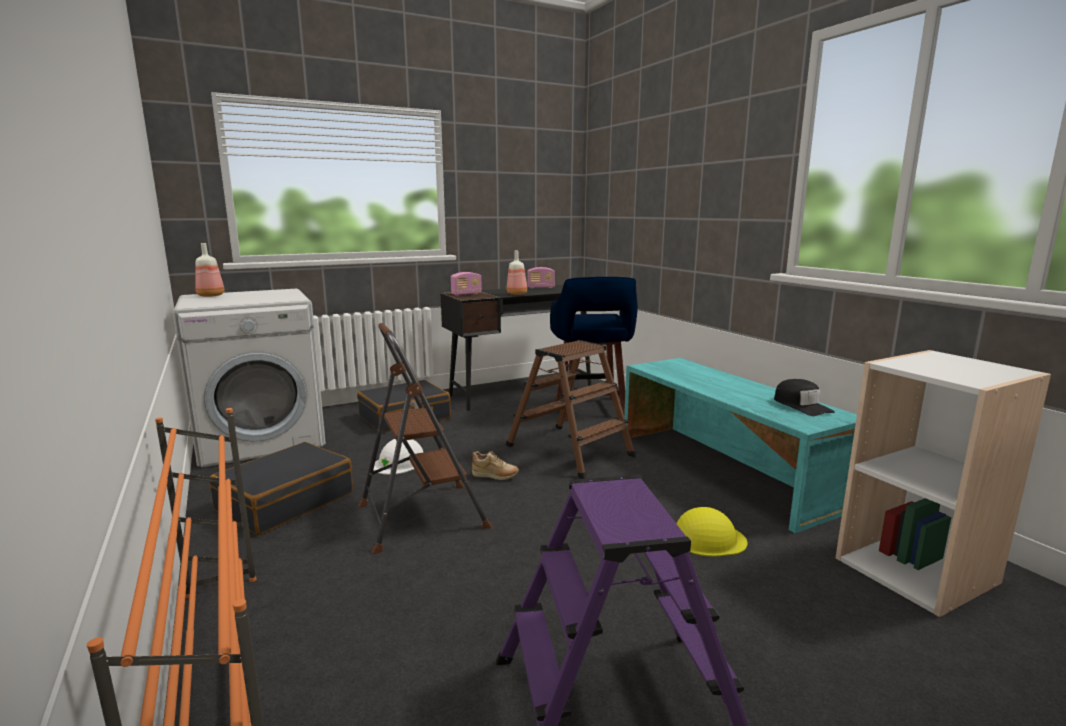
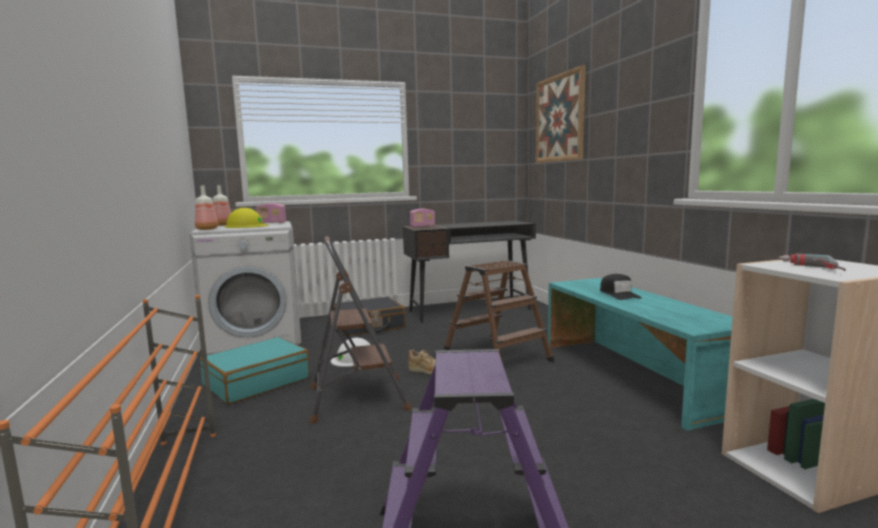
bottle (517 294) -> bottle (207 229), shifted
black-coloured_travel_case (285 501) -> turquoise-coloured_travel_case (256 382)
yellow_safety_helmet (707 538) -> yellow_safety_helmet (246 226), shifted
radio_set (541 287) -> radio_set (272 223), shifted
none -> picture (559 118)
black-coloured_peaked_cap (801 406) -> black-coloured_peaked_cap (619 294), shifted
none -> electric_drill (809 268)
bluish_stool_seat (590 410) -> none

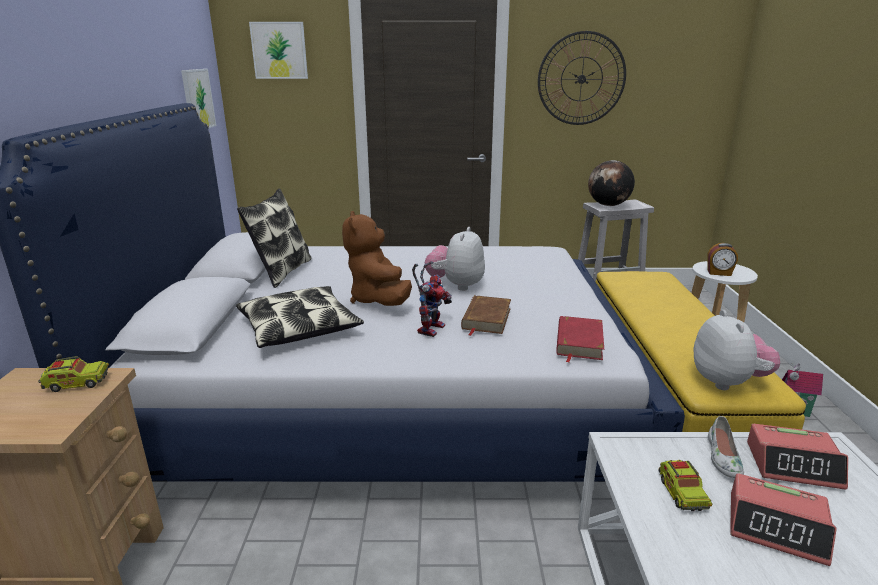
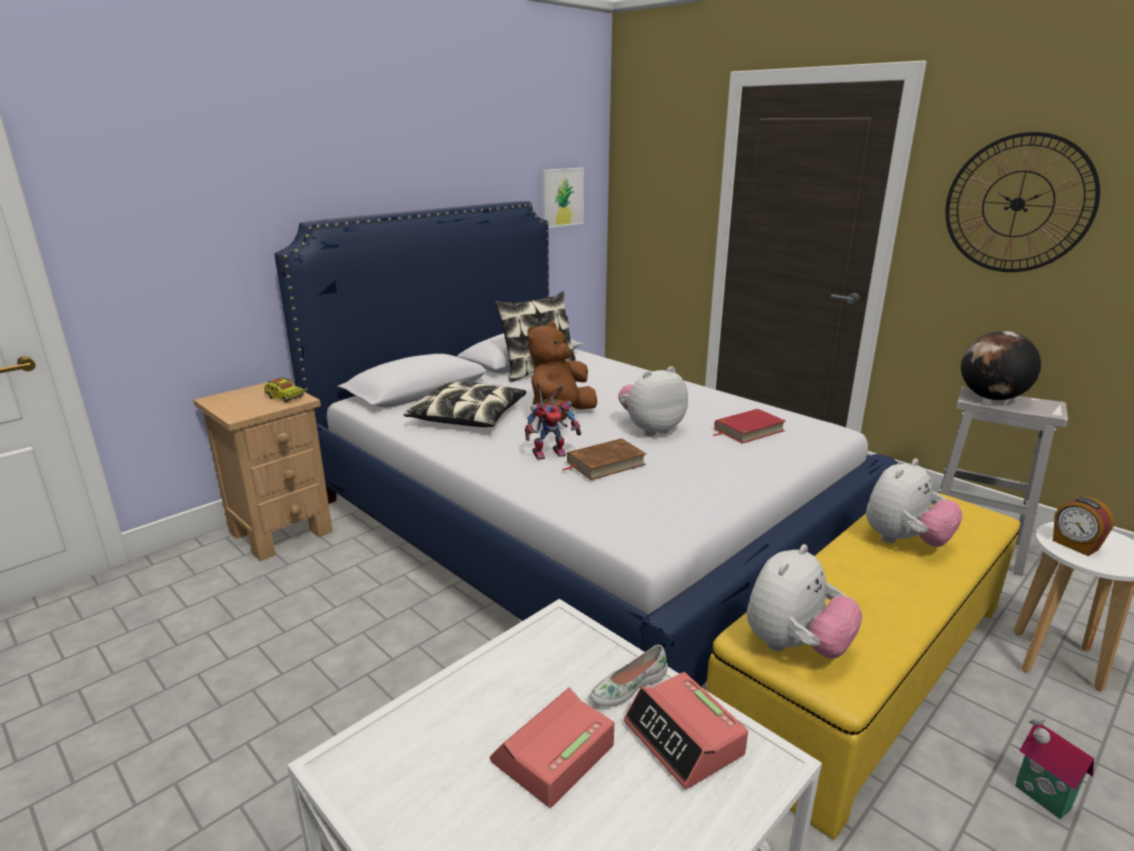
alarm_clock (776 527) -> alarm_clock (553 755), 60 degrees clockwise
reddish_volume (578 342) -> reddish_volume (748 430), shifted
none -> cuddly_toy (904 541)
picture (279 50) -> none
model_truck (681 493) -> none

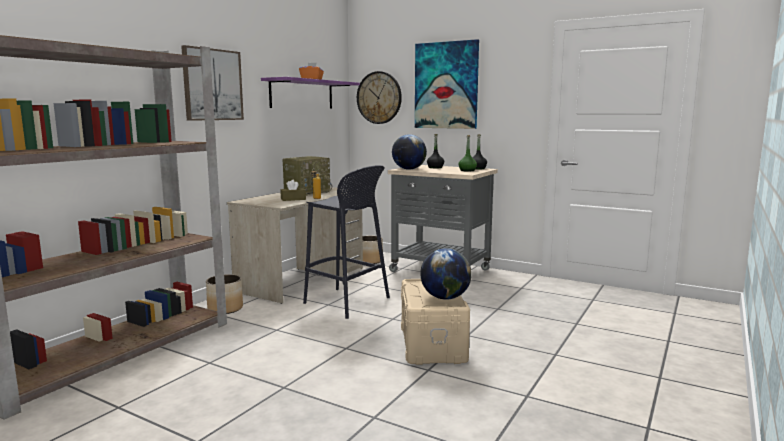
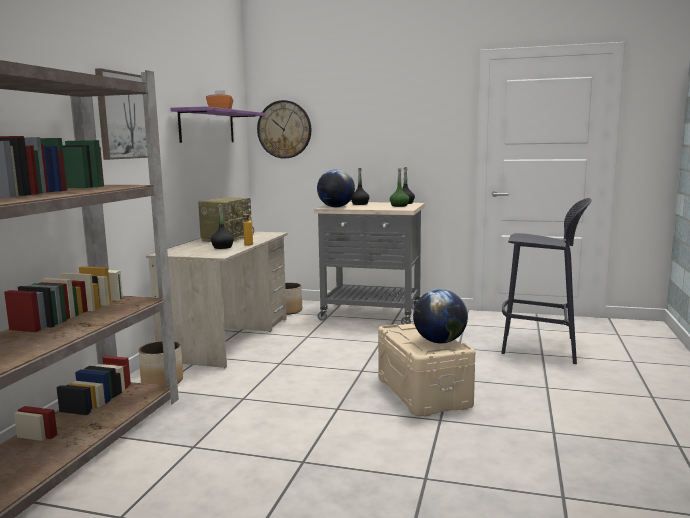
brown-coloured_tissue_box (293 199) -> black-coloured_bottle (222 247)
gray_stool_seat (346 302) -> gray_stool_seat (541 347), shifted
picture (446 85) -> none

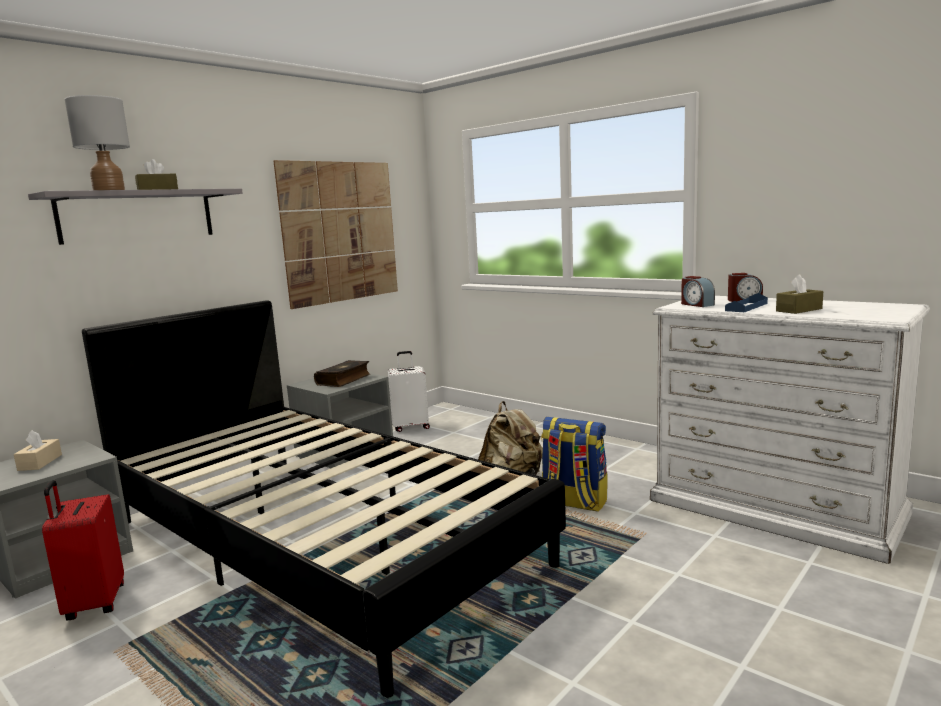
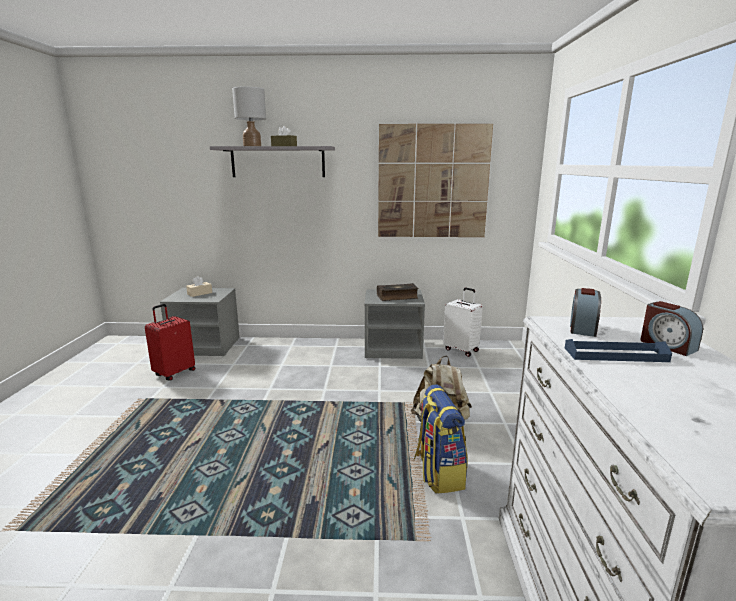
black-coloured_bedroom_bed (317 541) -> none
brown-coloured_tissue_box (799 310) -> none

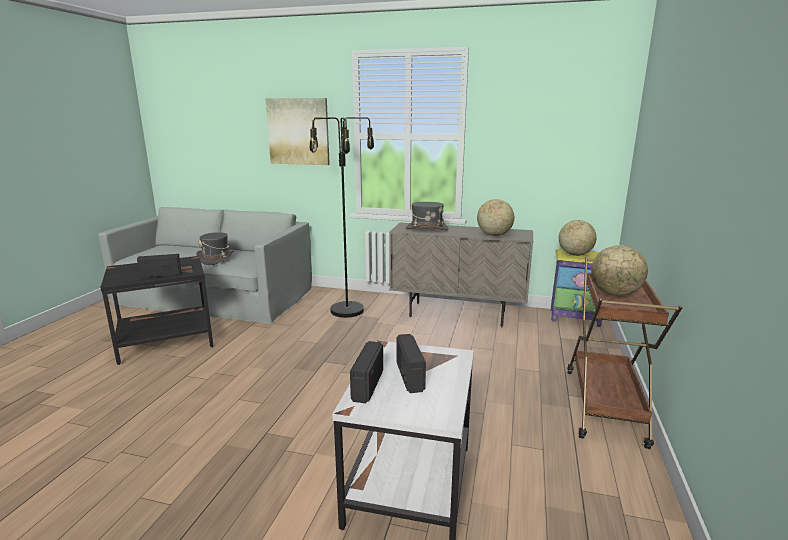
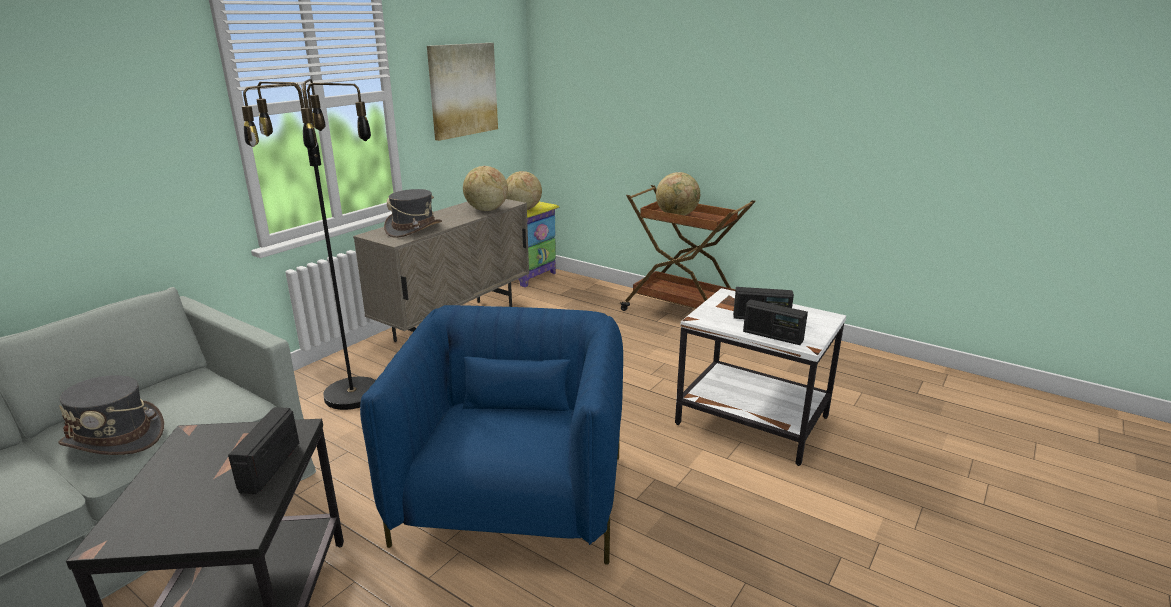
none -> bluish_easy_chair (514 499)
picture (298 131) -> picture (463 90), shifted

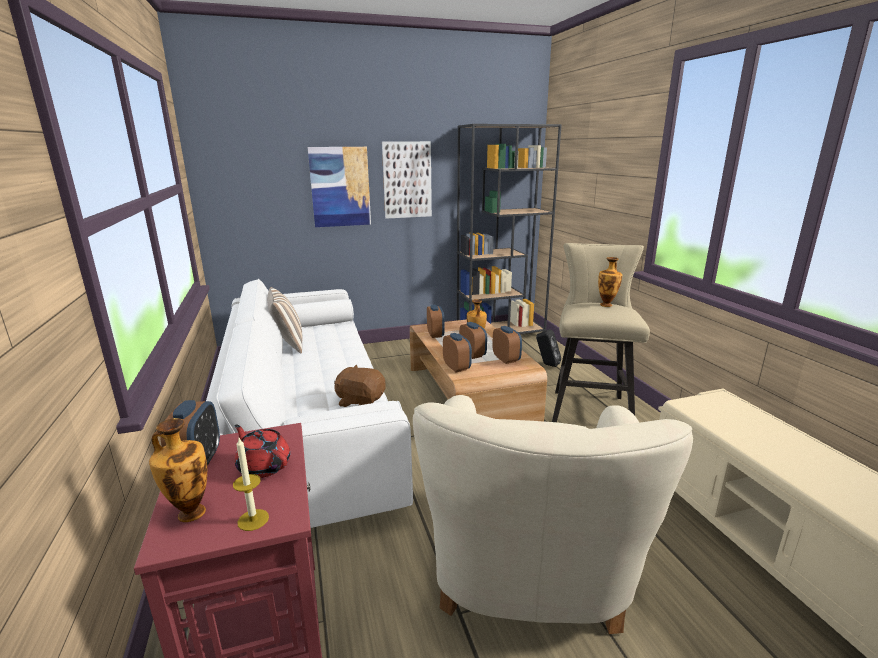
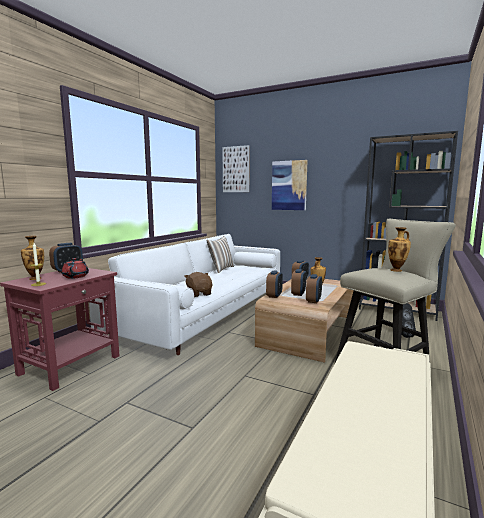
picture (407 180) -> picture (236 169), shifted
sand-coloured_easy_chair (529 571) -> none

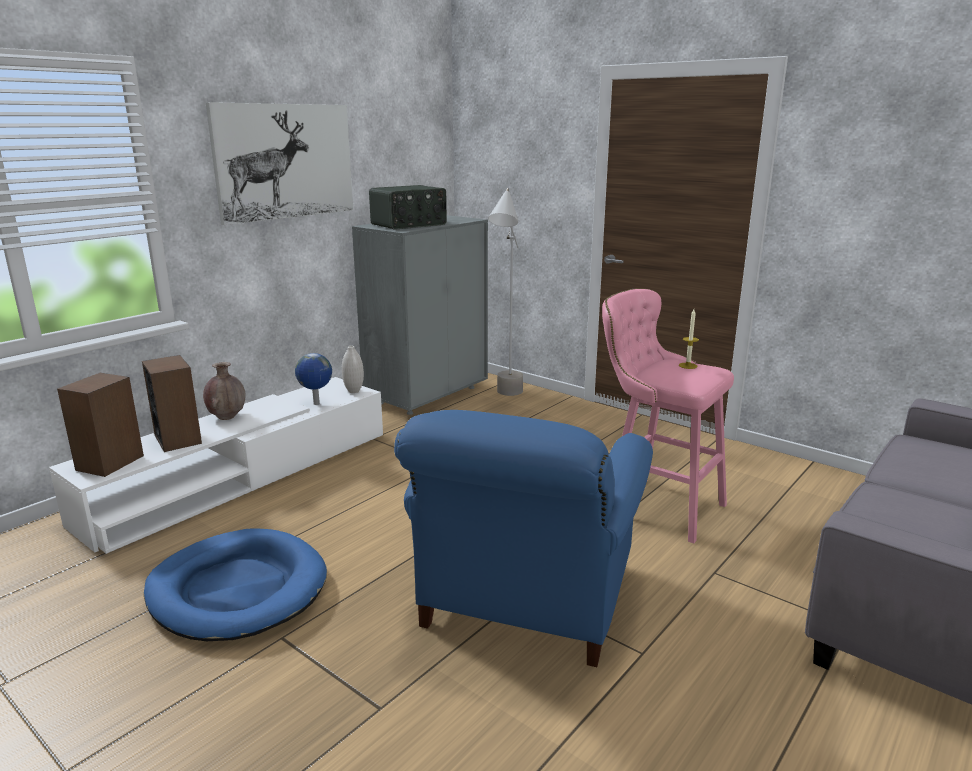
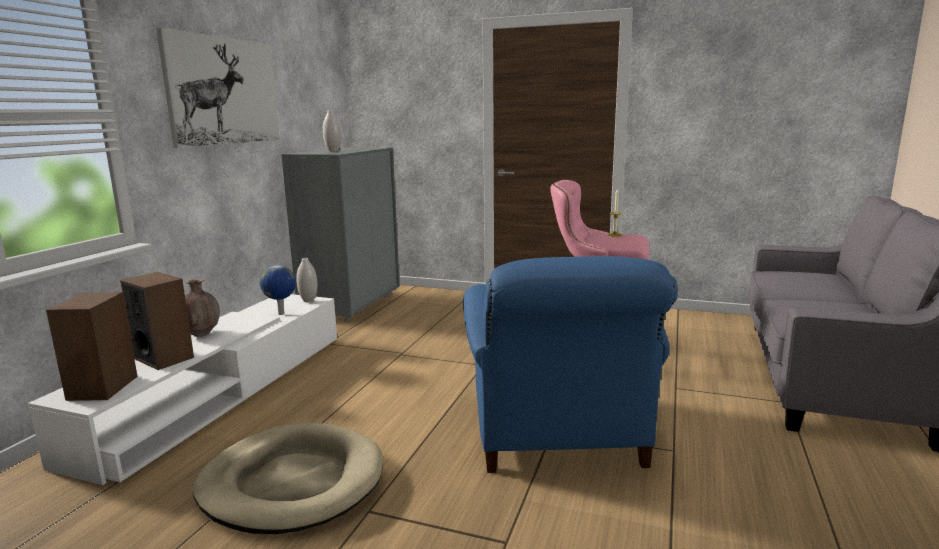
bluish_dog_cushion (238 589) -> sand-coloured_dog_cushion (292 483)
radio_set (409 224) -> white-coloured_vase (333 151)
gray_standing_lamp (506 399) -> none

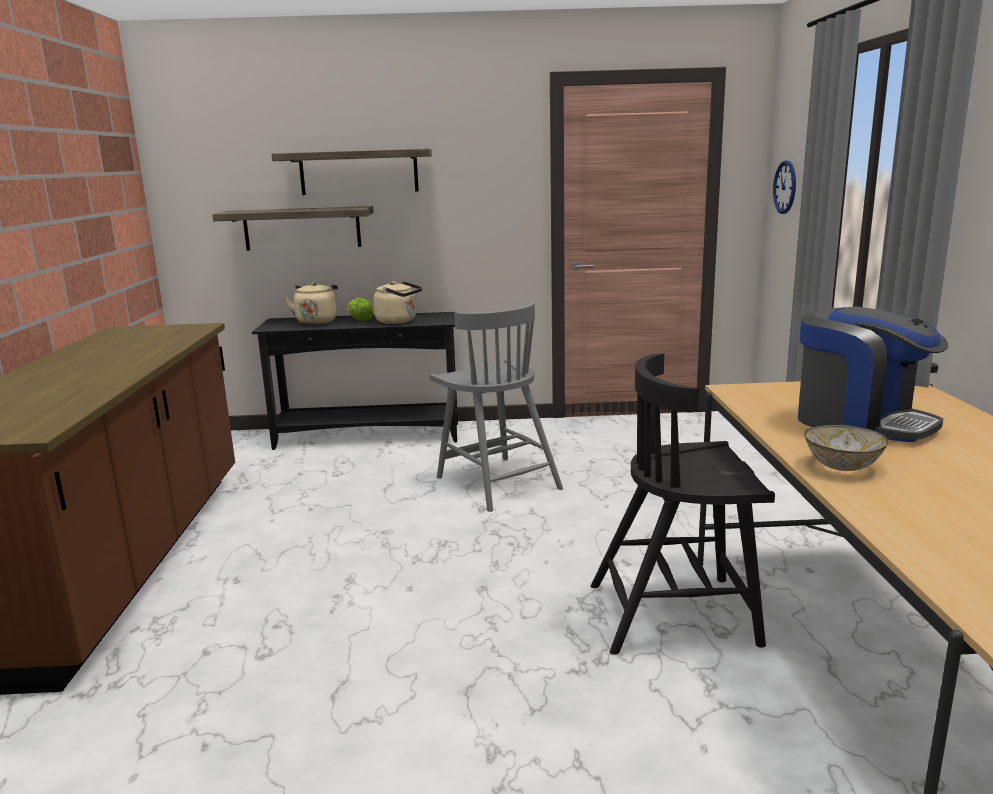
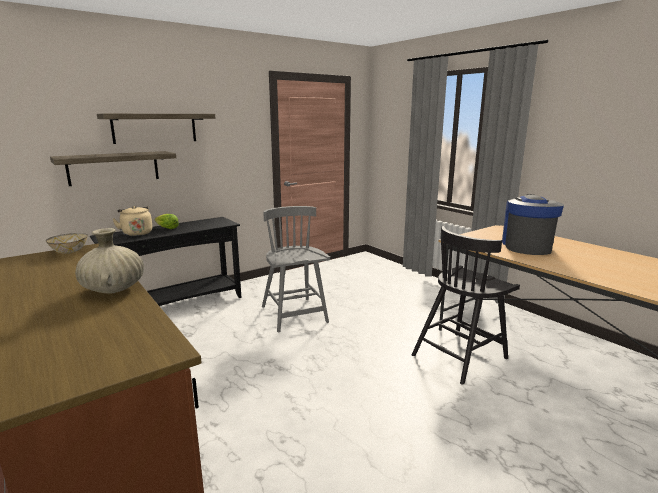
deep_dish (841 466) -> deep_dish (69 252), shifted
none -> sand-coloured_vase (113 289)
gray_upright_chair (496 482) -> gray_upright_chair (294 315), 135 degrees counterclockwise
coffee_machine (861 423) -> coffee_machine (526 246), 90 degrees counterclockwise
sand-coloured_water_kettle (399 321) -> none
clock_on_the_wall (785 187) -> none

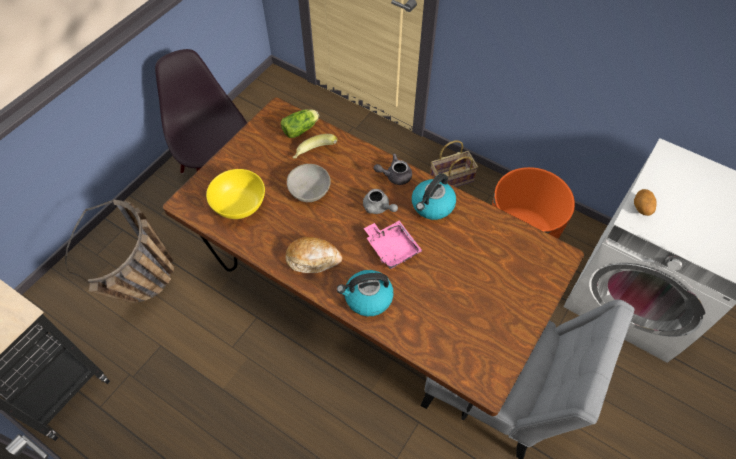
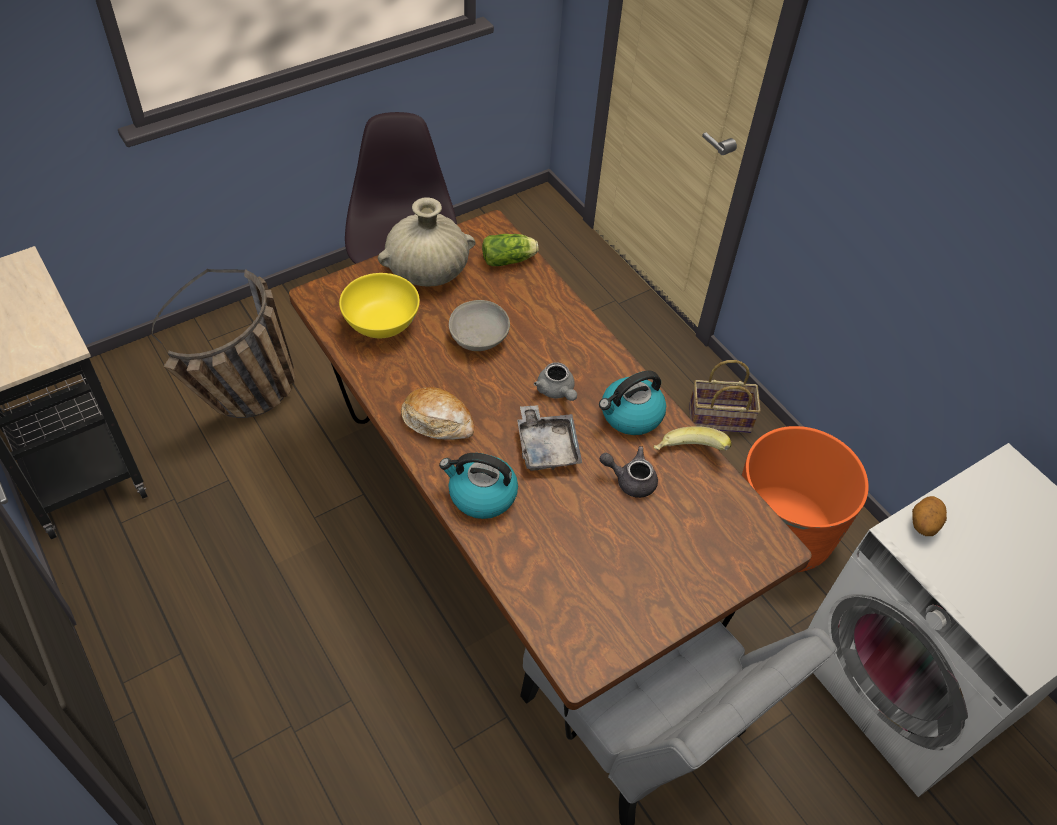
none -> sand-coloured_vase (427 271)
pinkish_serving_tray (392 248) -> gray_serving_tray (547 446)
gray_pot_for_tea (394 176) -> gray_pot_for_tea (630 480), shifted
whole_banana (315 155) -> whole_banana (688 455), shifted

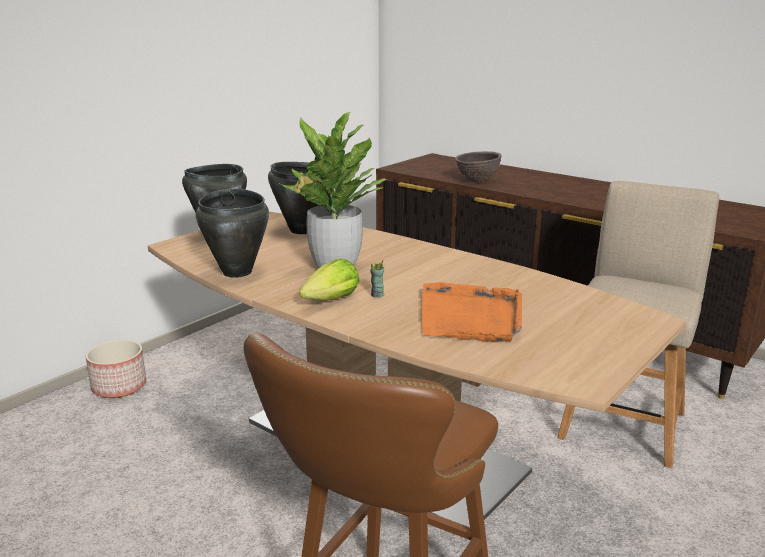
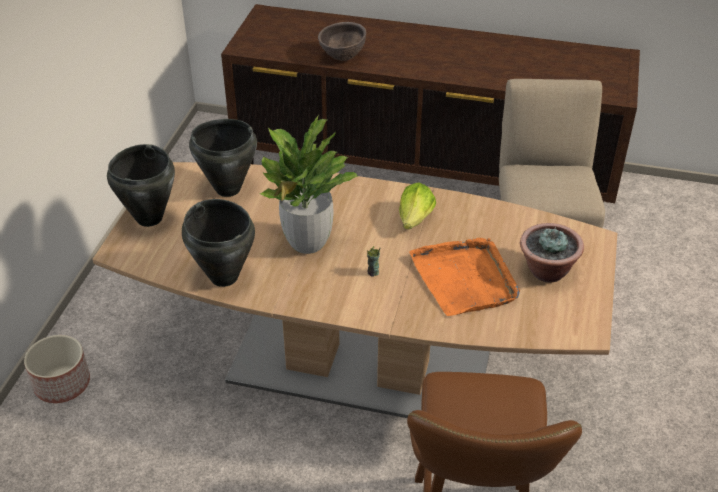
lettuce (332 300) -> lettuce (415 219), shifted
none -> potted_plant (546 271)

